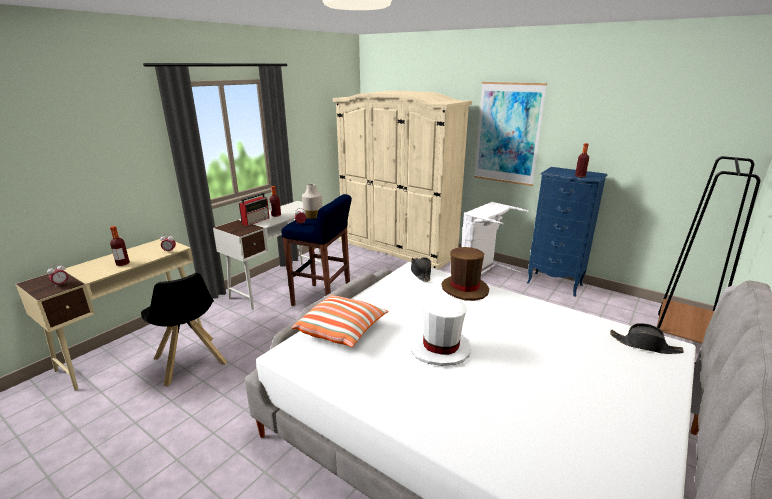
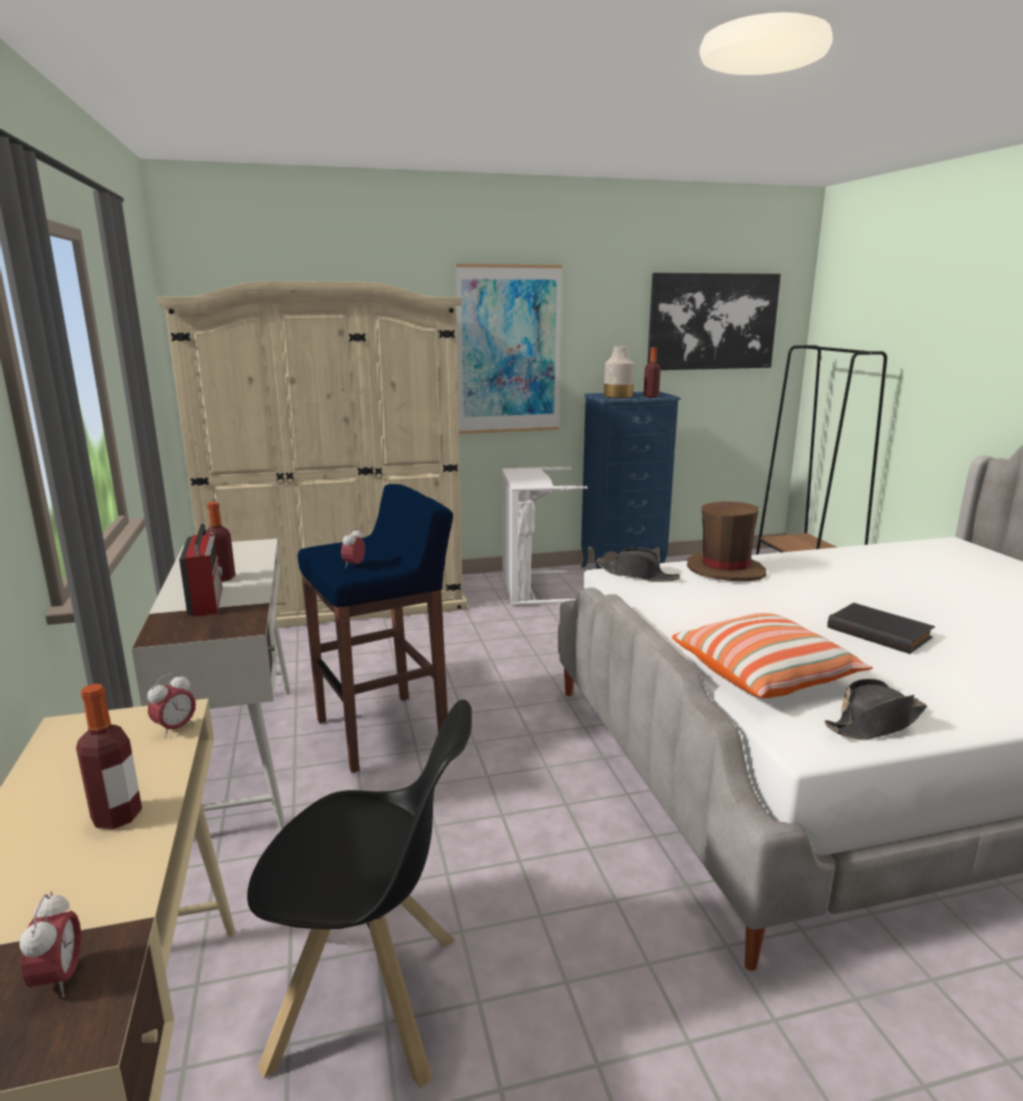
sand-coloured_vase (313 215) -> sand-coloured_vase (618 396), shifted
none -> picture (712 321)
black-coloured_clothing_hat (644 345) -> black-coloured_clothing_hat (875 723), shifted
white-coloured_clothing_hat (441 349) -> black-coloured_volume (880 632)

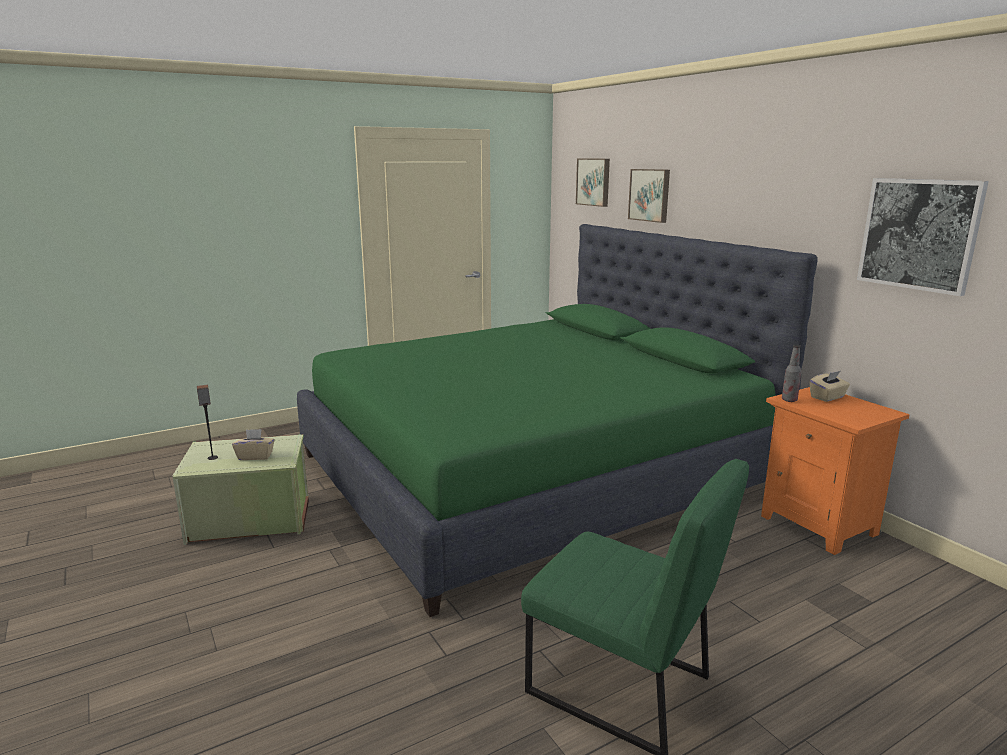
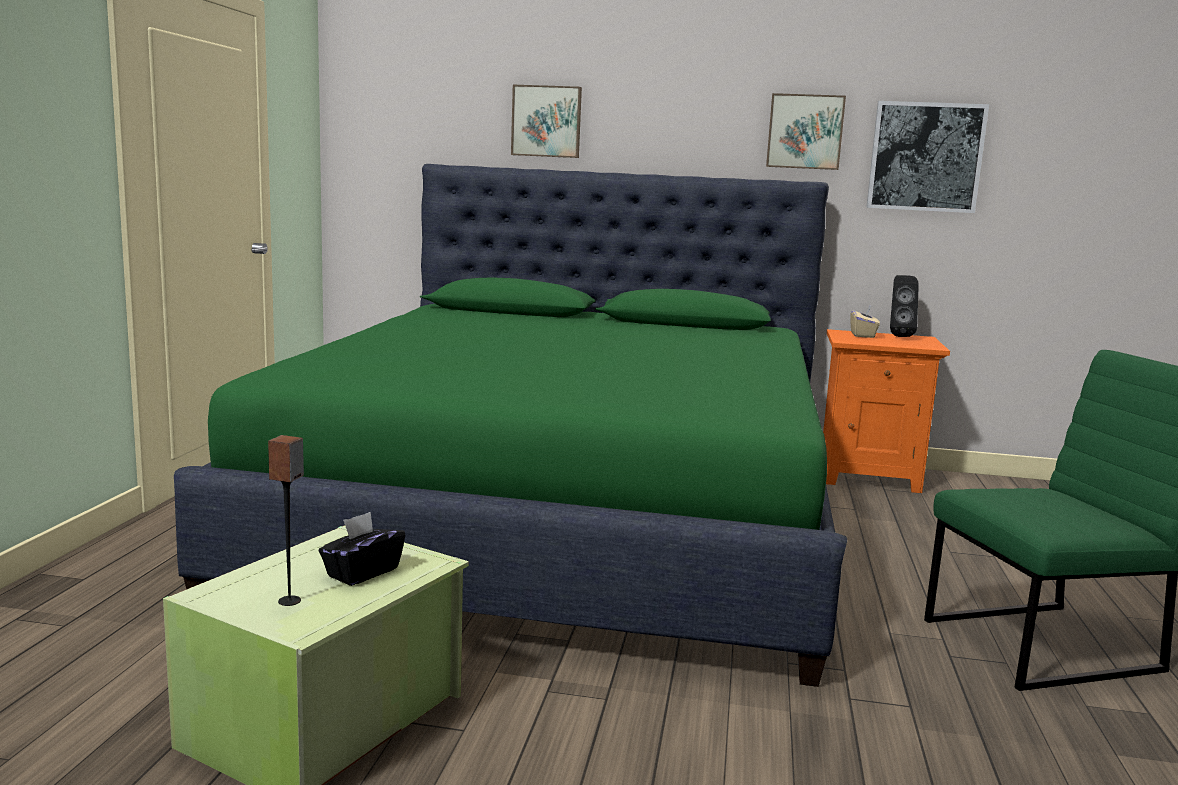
sand-coloured_tissue_box (255 456) -> black-coloured_tissue_box (362 572)
picture (594 182) -> picture (805 132), shifted
none -> black-coloured_audio_speaker (899 336)
bottle (789 400) -> none

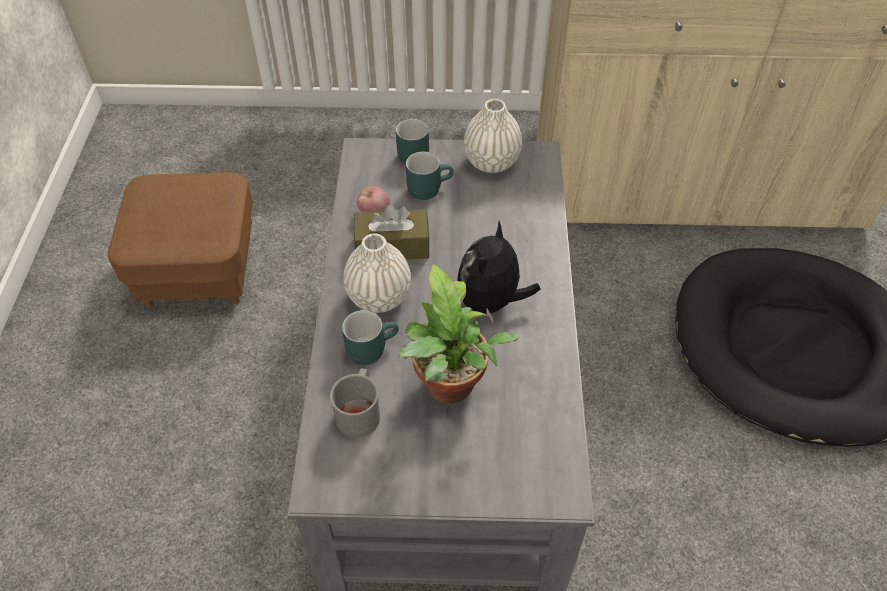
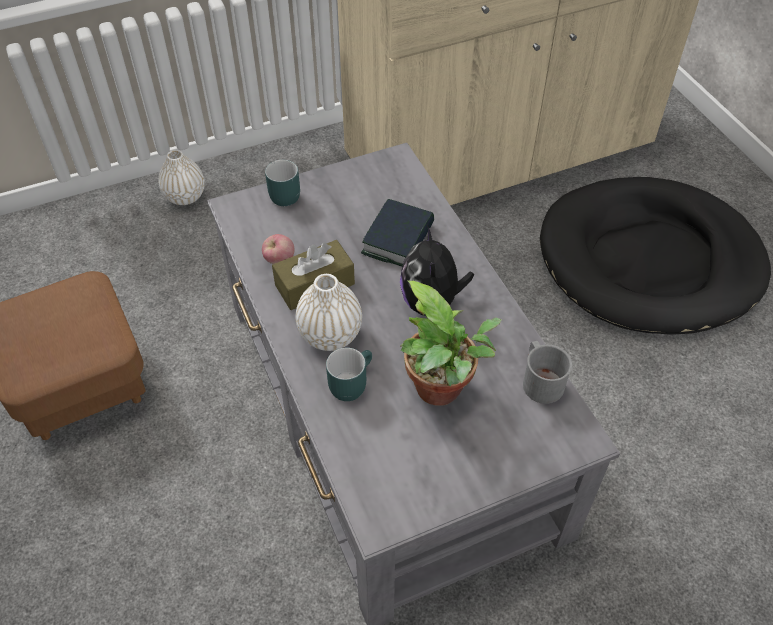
white-coloured_vase (491 162) -> white-coloured_vase (185 196), shifted
none -> volume (398 239)
gray_coffee_mug (359 411) -> gray_coffee_mug (540 380), shifted
turquoise-coloured_coffee_mug (428 187) -> none

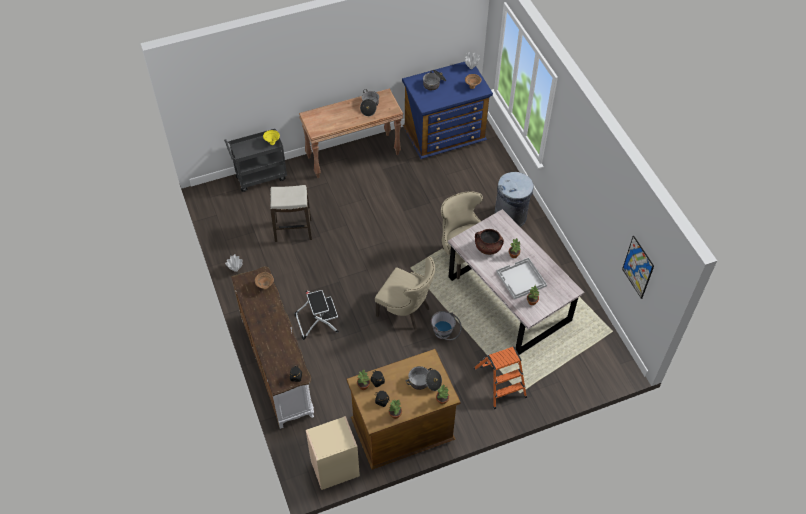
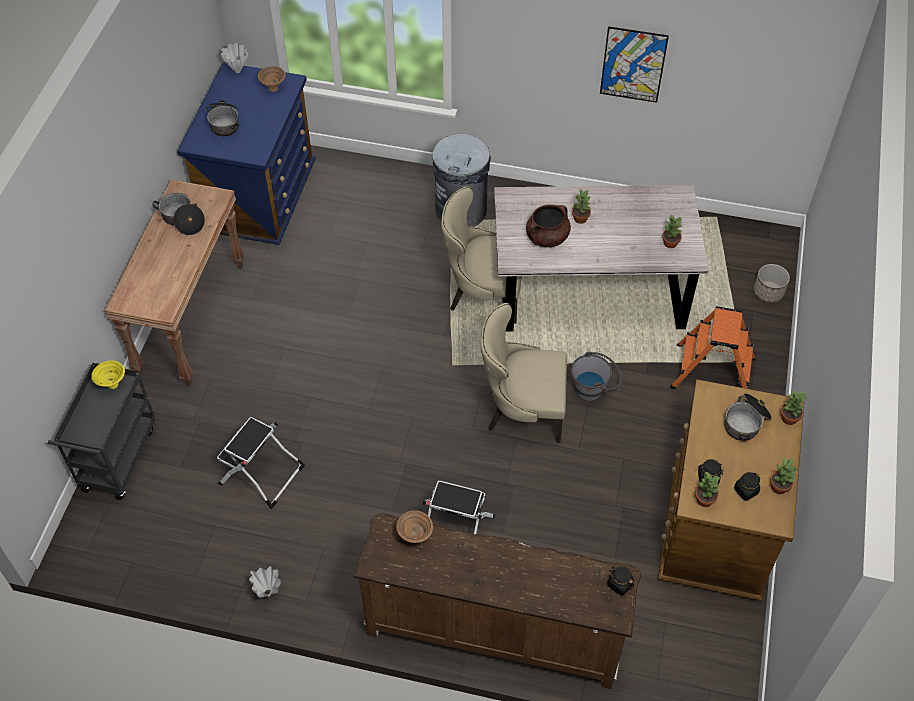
stool_seat (293 230) -> step_stool (261 472)
sand-coloured_upright_chair (406 311) -> sand-coloured_upright_chair (521 412), 150 degrees counterclockwise
picture (638 267) -> picture (633 64), shifted
none -> flower_pot (768 292)
sand-coloured_bookshelf (334 469) -> none
white-coloured_serving_tray (521 279) -> none

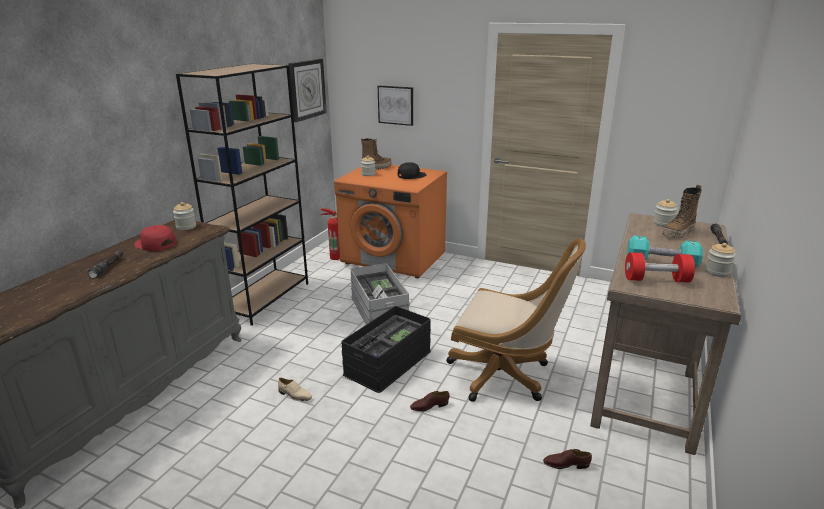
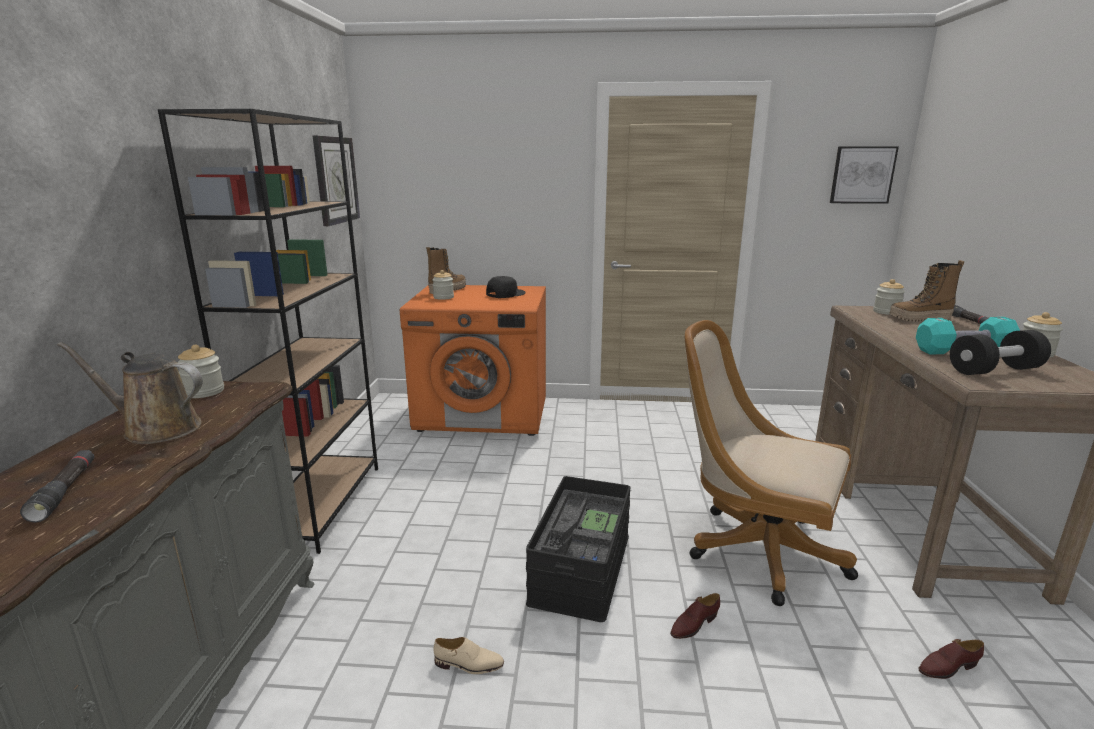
reddish_peaked_cap (155 244) -> brown-coloured_watering_can (156 429)
office_chair (506 375) -> office_chair (754 548), 150 degrees counterclockwise
picture (396 105) -> picture (862 175), shifted
tall_boot (678 233) -> tall_boot (919 319), 60 degrees clockwise
reddish_hand_weight (656 280) -> black-coloured_hand_weight (994 370)
fire_extinguisher (335 257) -> none
gray_storage_box (380 310) -> none

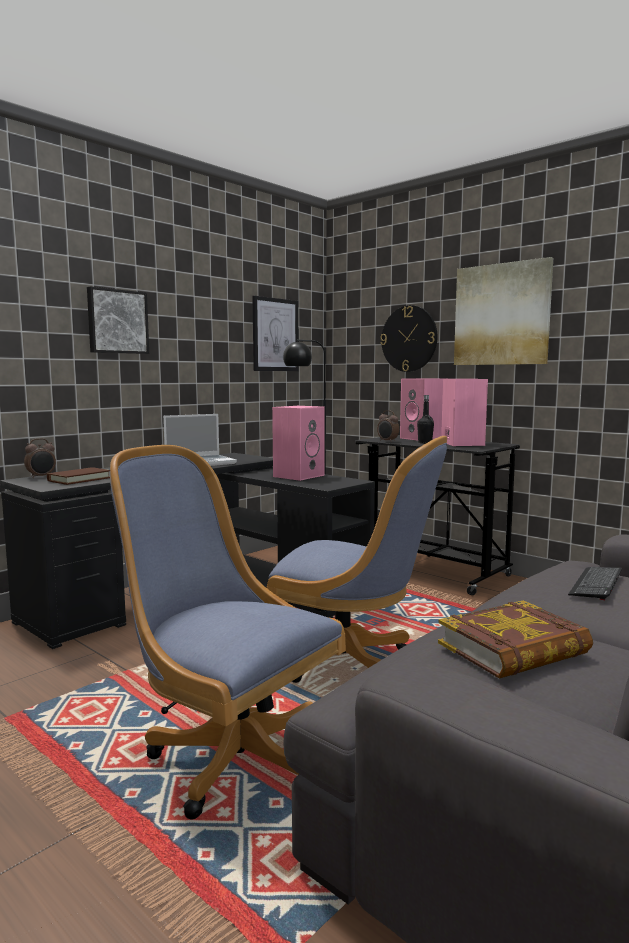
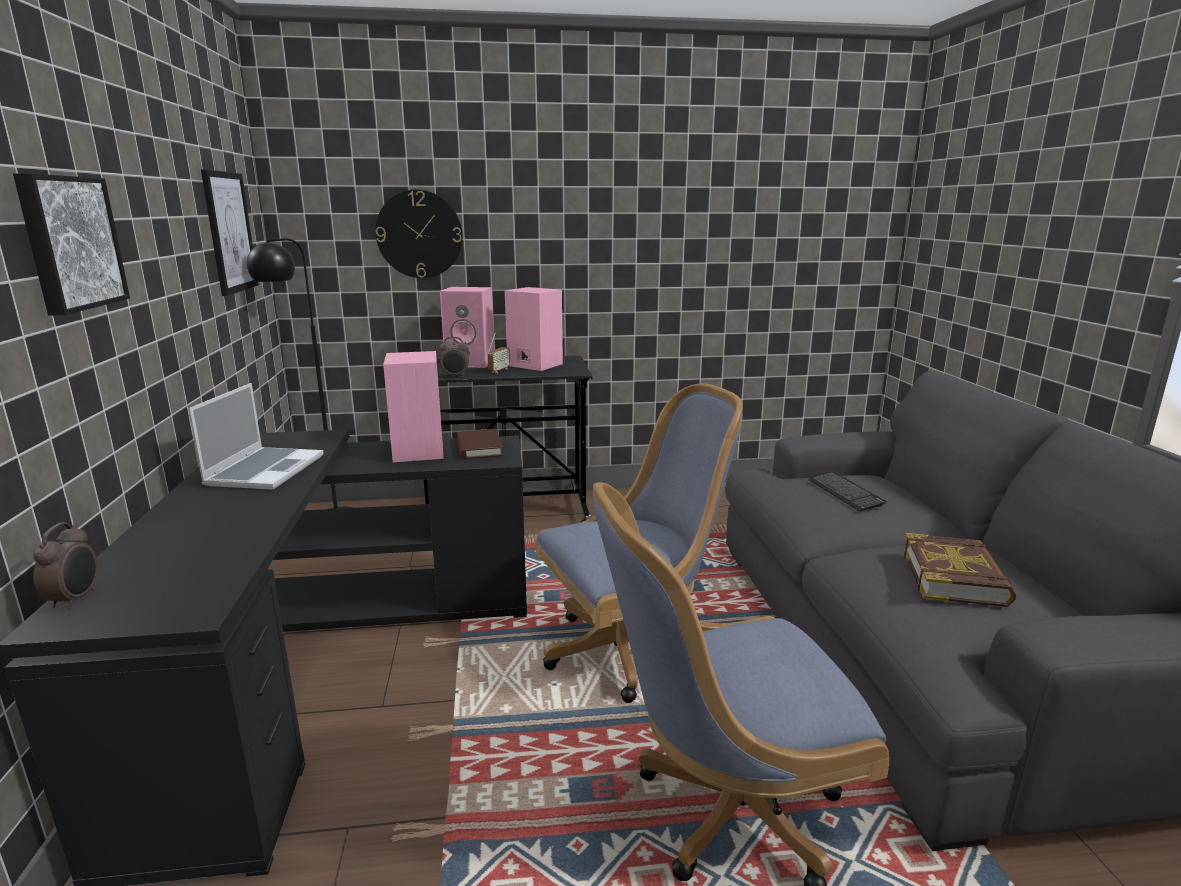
brown-coloured_volume (79 479) -> brown-coloured_volume (479 448), shifted
black-coloured_bottle (425 443) -> radio_set (499 371)
picture (502 314) -> none

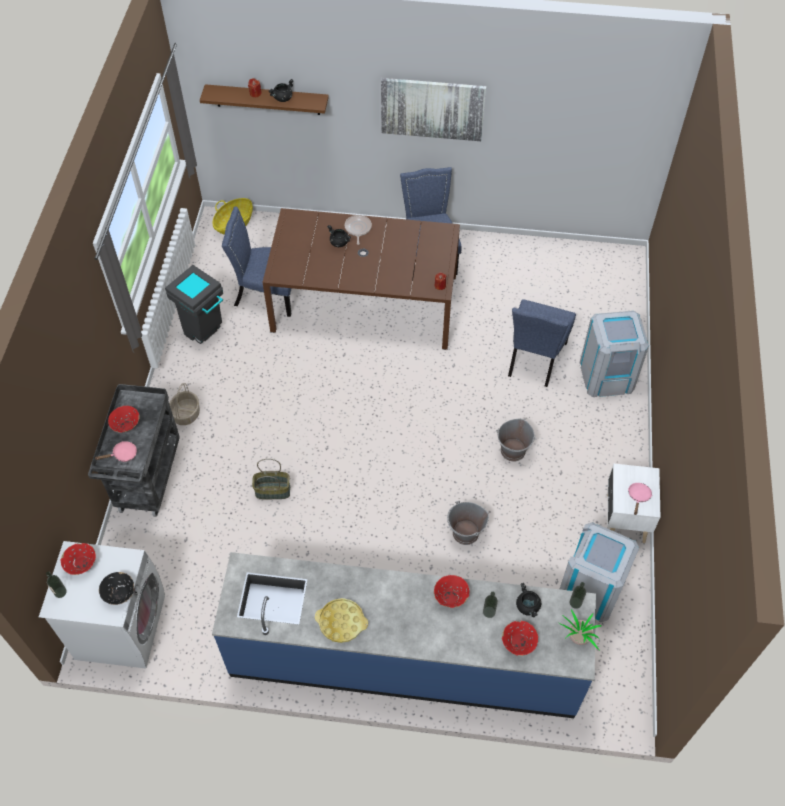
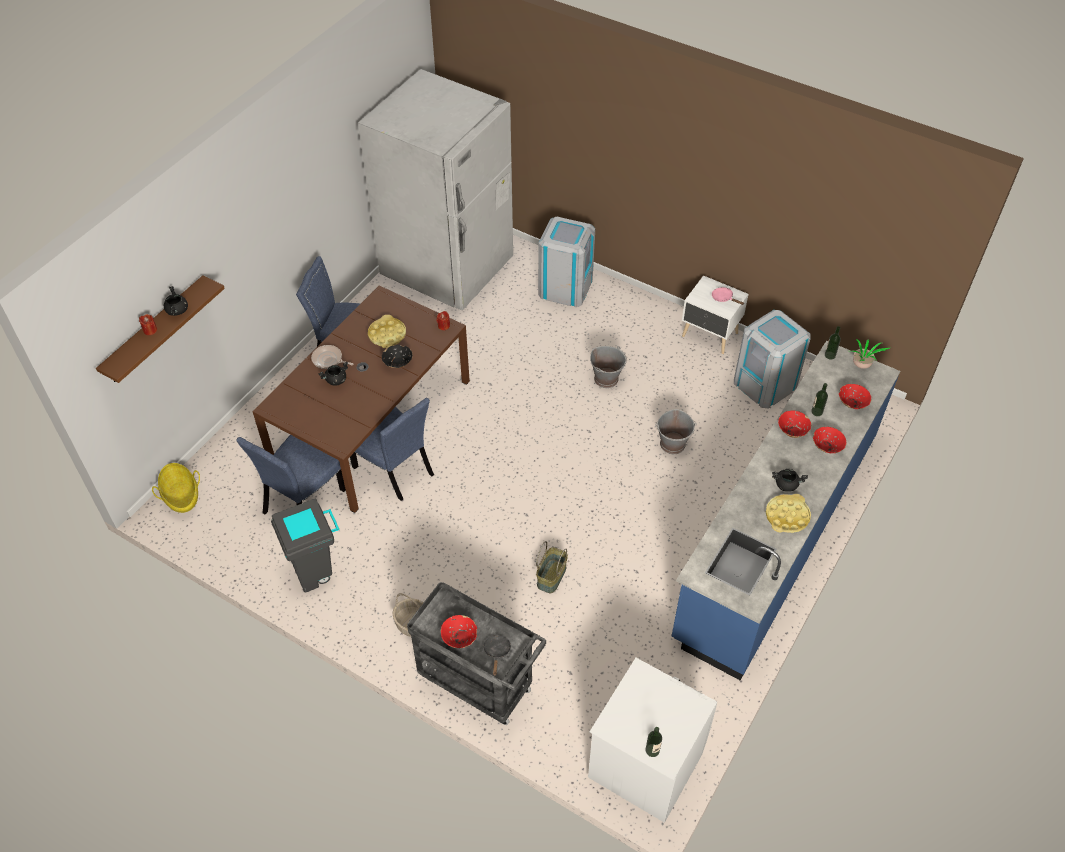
bluish_upright_chair (535 357) -> bluish_upright_chair (393 468), shifted
none -> white-coloured_fridge (448 265)
none -> yellow_serving_tray (387 335)
black-coloured_deep_dish (119 593) -> black-coloured_deep_dish (398 363), shifted
pinkish_skillet (122 454) -> black-coloured_skillet (497 652)
black-coloured_stockpot (528 606) -> black-coloured_stockpot (786 485), shifted
reddish_deep_dish (81 564) -> reddish_deep_dish (826 447), shifted
picture (432 108) -> none

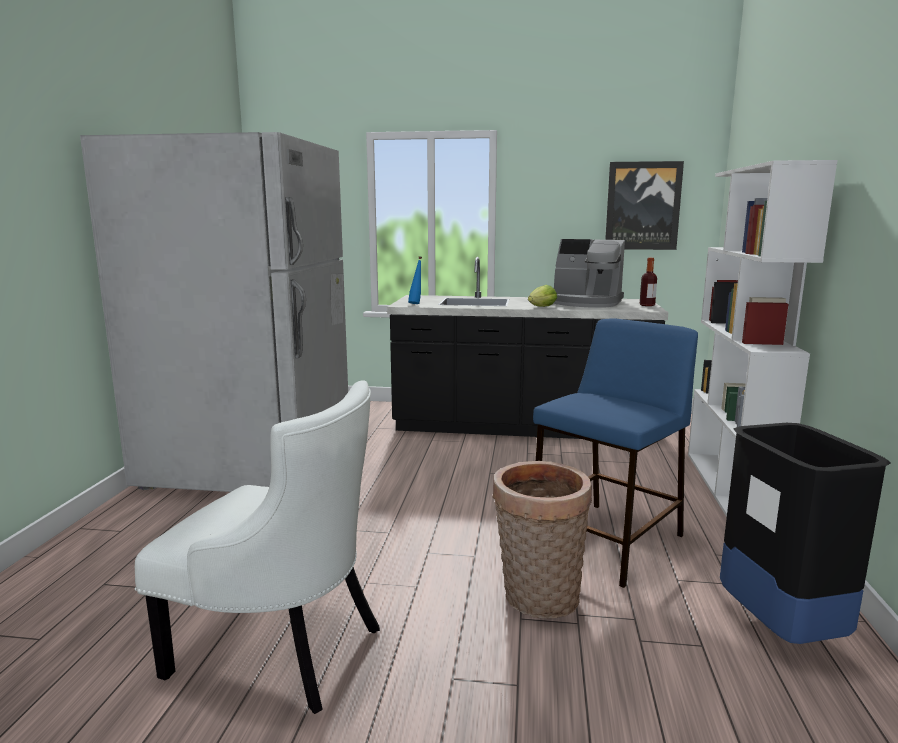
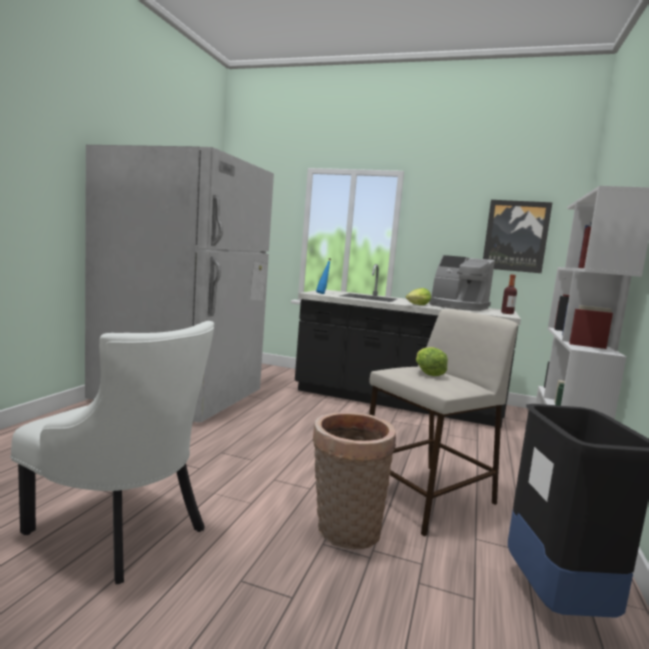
bluish_stool_seat (607 542) -> sand-coloured_stool_seat (427 498)
none -> lettuce (427 373)

